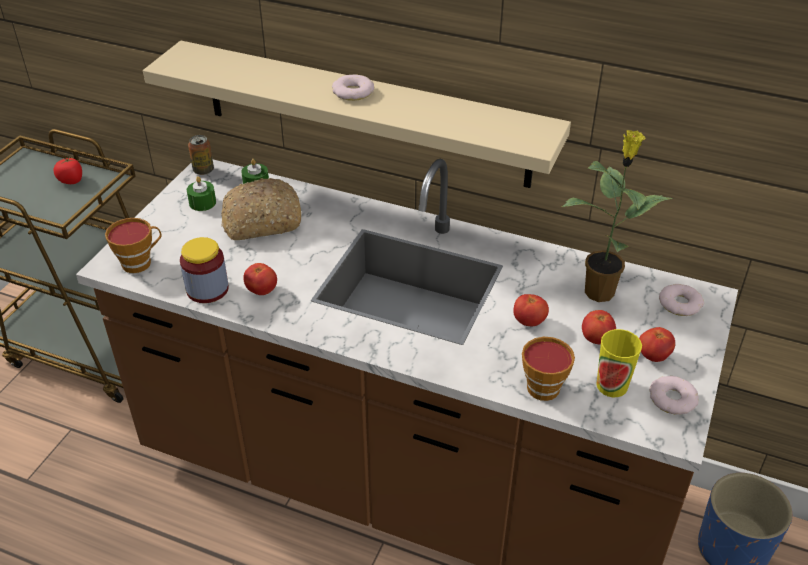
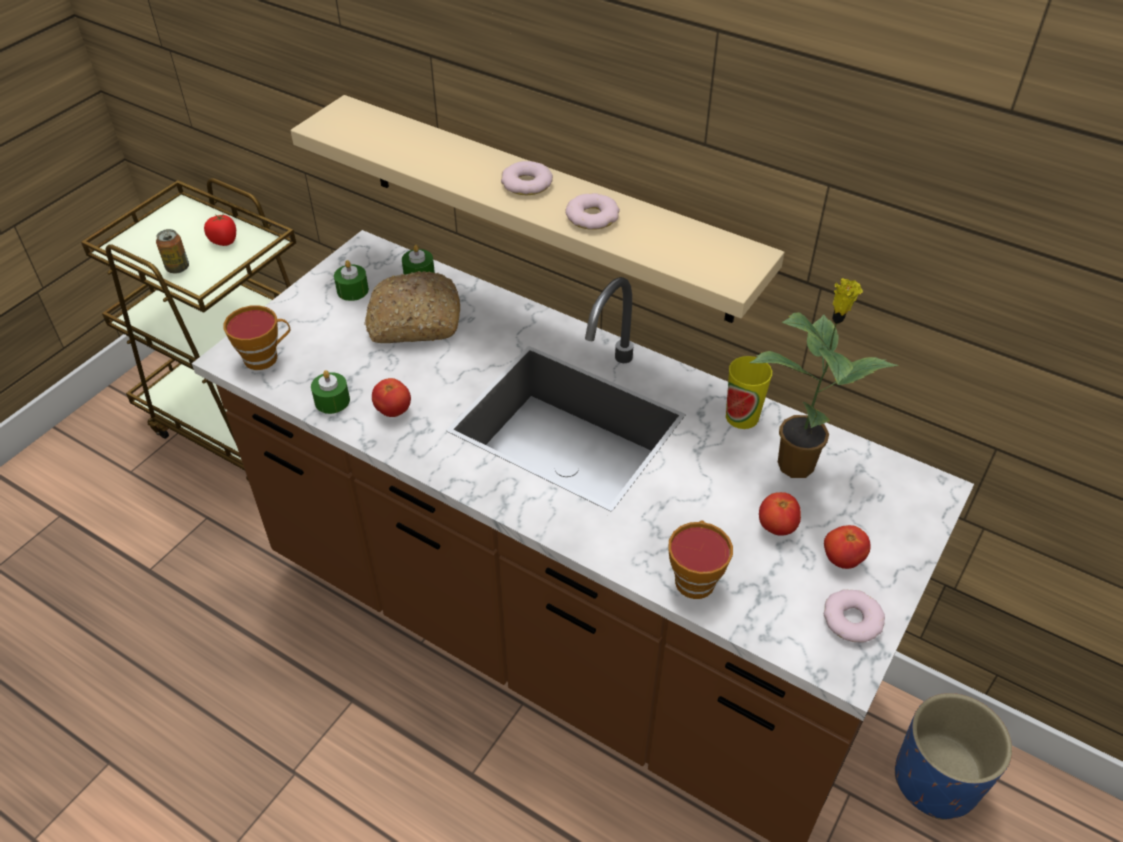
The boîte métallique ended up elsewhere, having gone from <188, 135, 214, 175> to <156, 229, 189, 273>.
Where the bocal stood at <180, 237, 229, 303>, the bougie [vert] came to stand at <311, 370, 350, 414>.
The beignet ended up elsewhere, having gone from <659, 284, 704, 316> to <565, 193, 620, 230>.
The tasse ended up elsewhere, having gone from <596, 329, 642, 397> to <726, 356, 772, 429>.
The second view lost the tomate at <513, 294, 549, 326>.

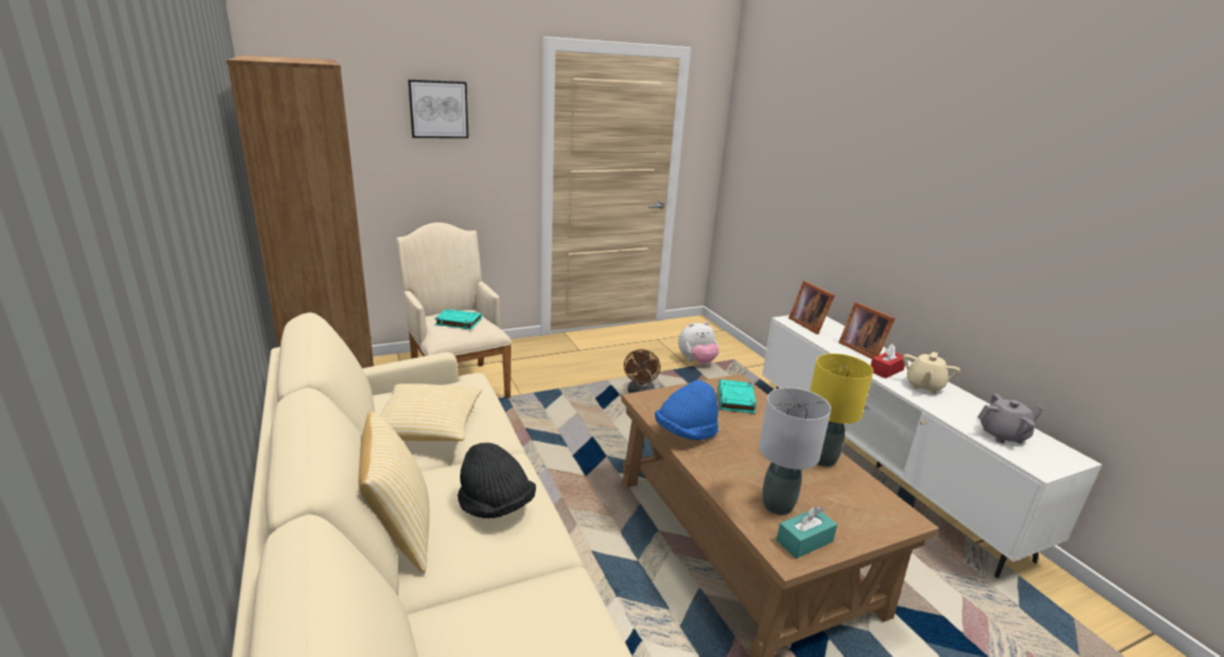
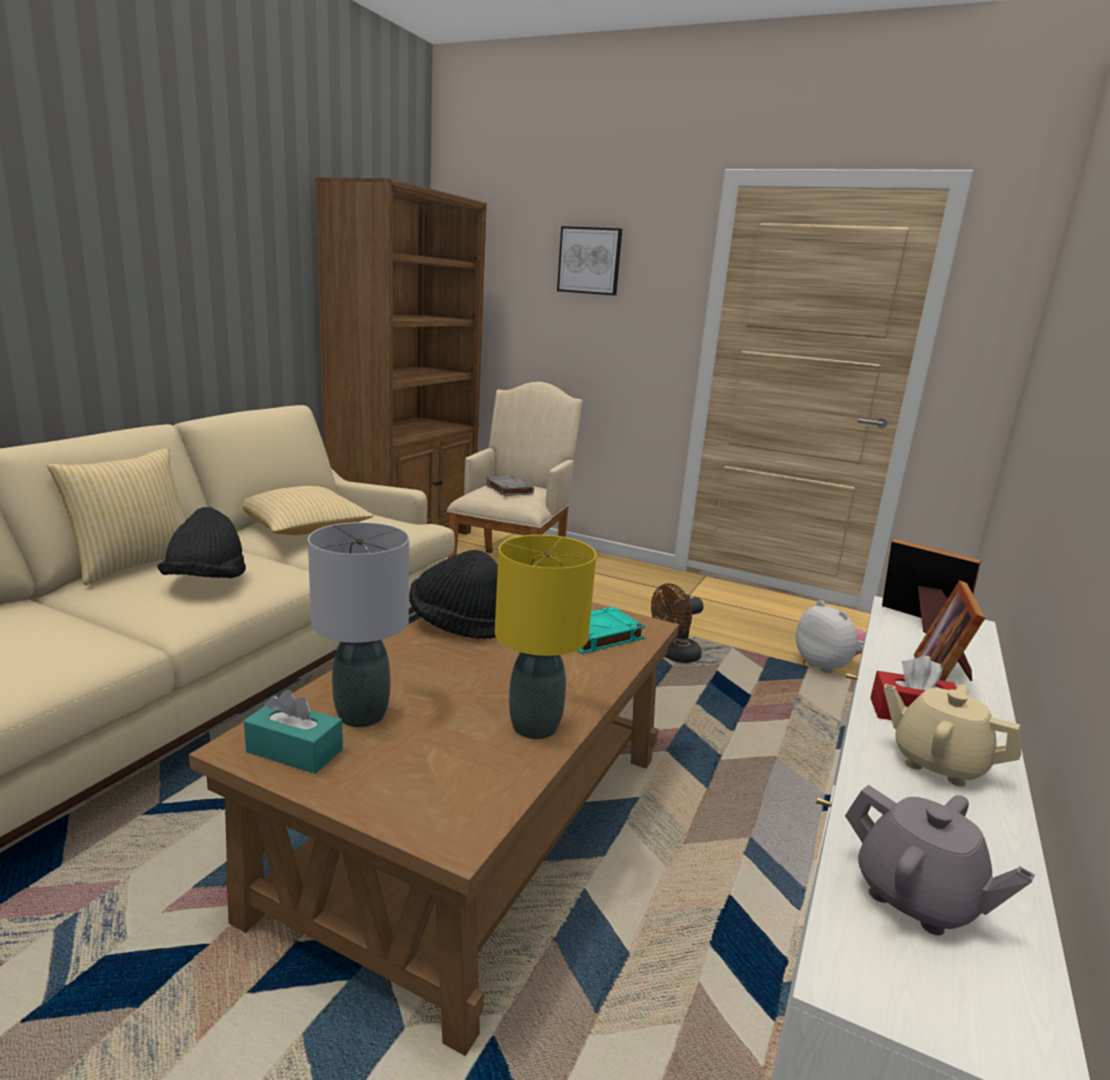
What was the chapeau [bleu] at <655, 380, 718, 440> turned into the chapeau [noir] at <409, 550, 498, 639>.
What was the livre [turquoise] at <435, 309, 482, 330> turned into the livre [gris] at <485, 476, 534, 496>.
The peluche at <678, 322, 719, 364> ended up facing another way, 150 degrees counterclockwise from before.
The cadre photo at <789, 281, 835, 334> ended up facing another way, 105 degrees clockwise from before.
The théière [beige] at <903, 352, 960, 394> ended up facing another way, 45 degrees clockwise from before.

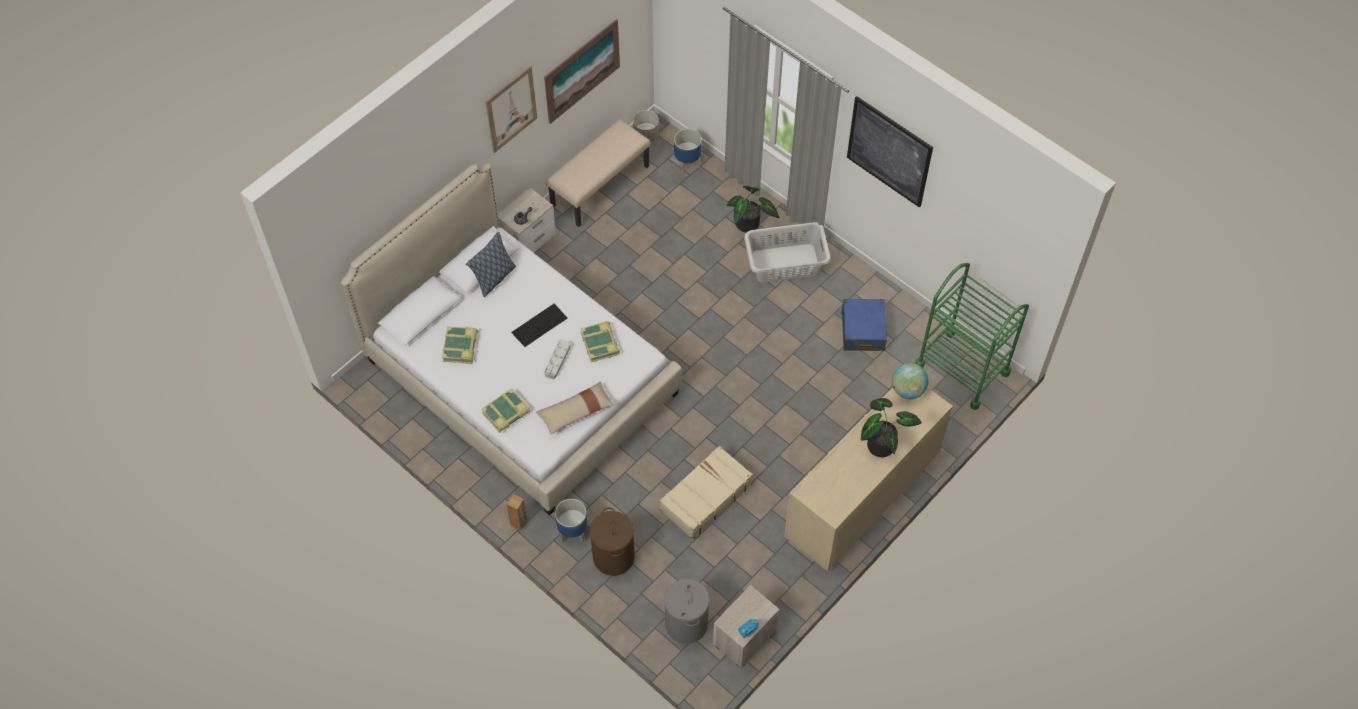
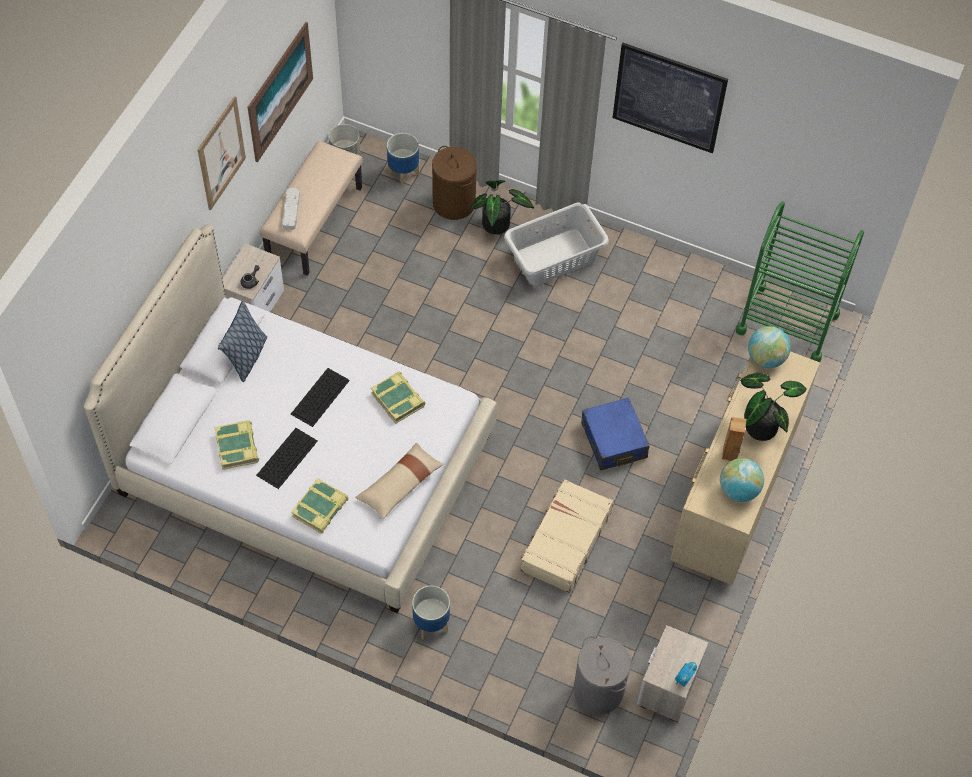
The second view gained the clavier at <256, 428, 318, 489>.
The plateau [gris] ended up elsewhere, having gone from <545, 340, 570, 379> to <282, 188, 300, 230>.
The panier à linge [marron] ended up elsewhere, having gone from <590, 508, 635, 576> to <432, 146, 477, 220>.
The valise [bleu] ended up elsewhere, having gone from <841, 299, 887, 351> to <581, 397, 650, 470>.
The second view gained the globe at <720, 458, 764, 502>.
The enceinte [marron] ended up elsewhere, having gone from <506, 494, 527, 530> to <722, 417, 746, 461>.

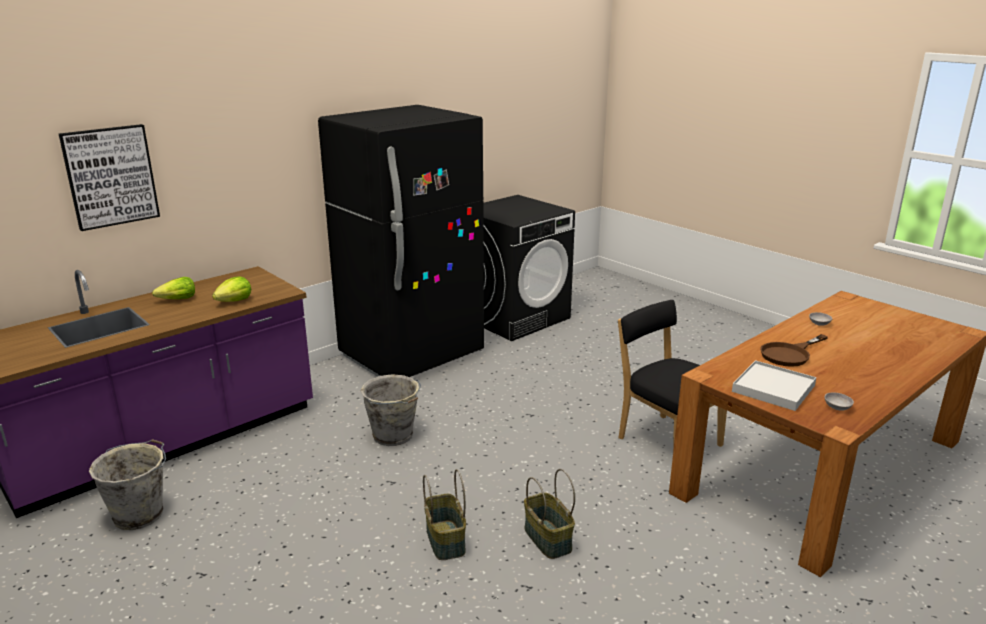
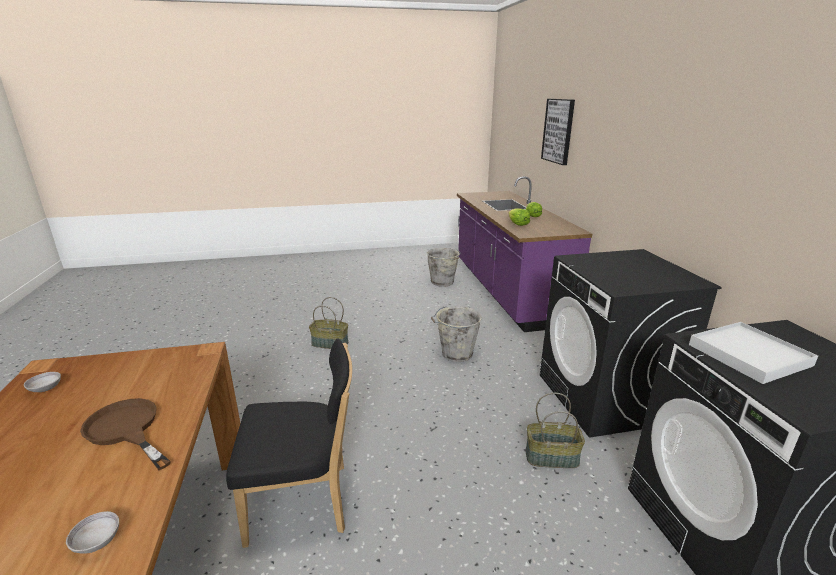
The poêle [marron] at <760, 334, 828, 367> ended up facing another way, 45 degrees counterclockwise from before.
The panier ended up elsewhere, having gone from <524, 469, 575, 559> to <525, 393, 585, 468>.
Where the réfrigérateur [noir] stood at <318, 105, 484, 377>, the lave-linge [noir] came to stand at <540, 249, 722, 438>.
The plateau [blanc] ended up elsewhere, having gone from <732, 360, 816, 411> to <689, 322, 818, 384>.

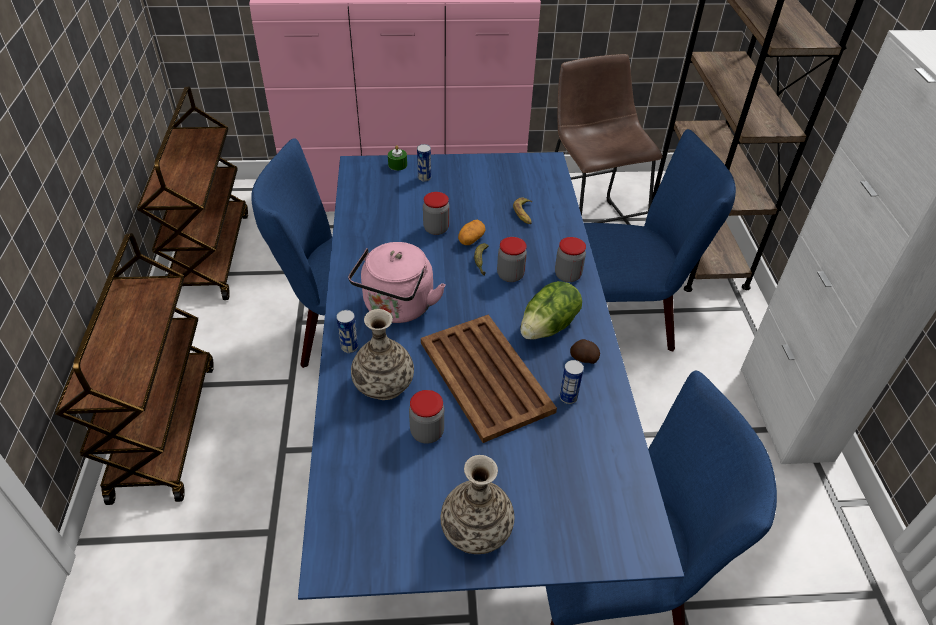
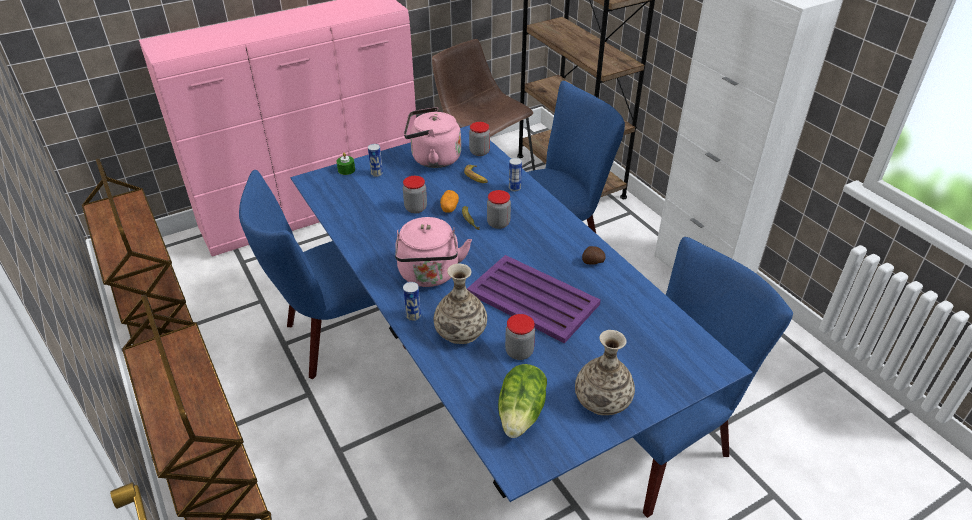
The second view gained the bouilloire [rose] at <404, 107, 461, 168>.
What was the plateau [marron] at <421, 314, 557, 443> turned into the plateau [violet] at <467, 255, 601, 344>.
The bocal ended up elsewhere, having gone from <555, 237, 586, 282> to <469, 122, 490, 156>.
The laitue ended up elsewhere, having gone from <521, 281, 582, 340> to <498, 364, 547, 438>.
The boîte métallique ended up elsewhere, having gone from <559, 360, 584, 404> to <509, 158, 522, 192>.

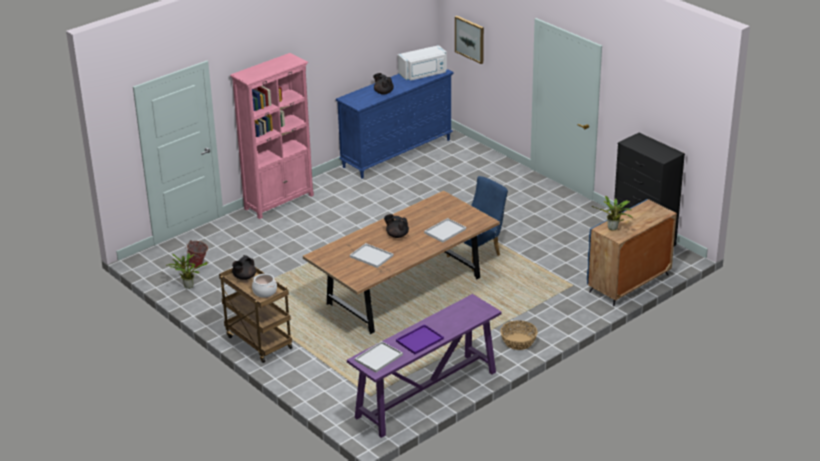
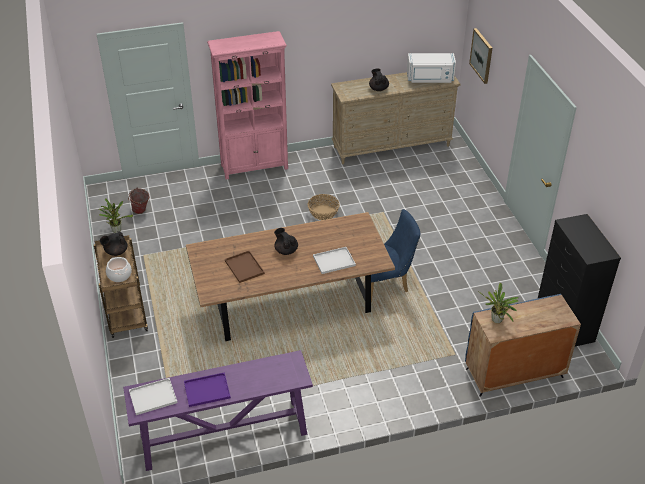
What was the plateau [blanc] at <350, 243, 393, 268> turned into the plateau [marron] at <225, 251, 265, 283>.
The panier ended up elsewhere, having gone from <500, 320, 538, 350> to <308, 194, 340, 220>.
What was the commode [bleu] at <336, 69, 454, 179> turned into the commode [beige] at <331, 72, 461, 164>.

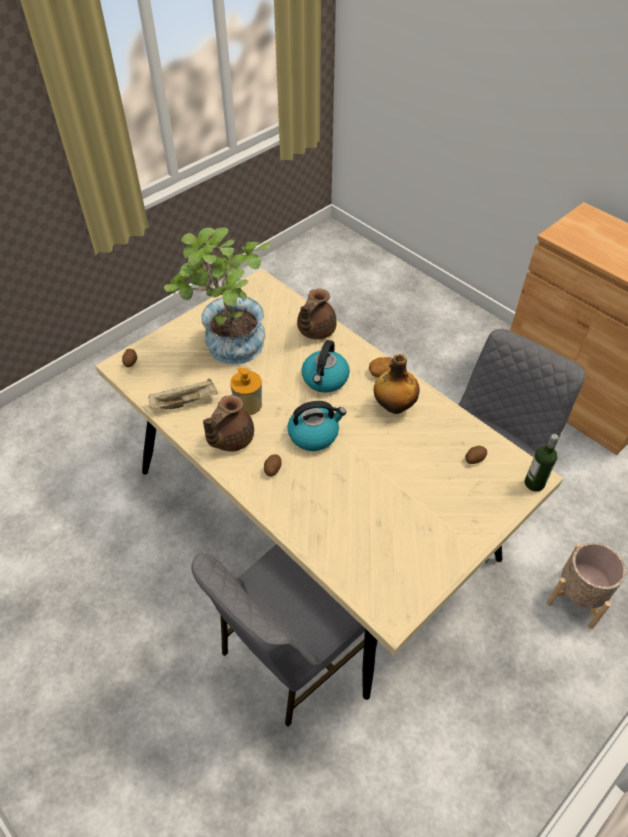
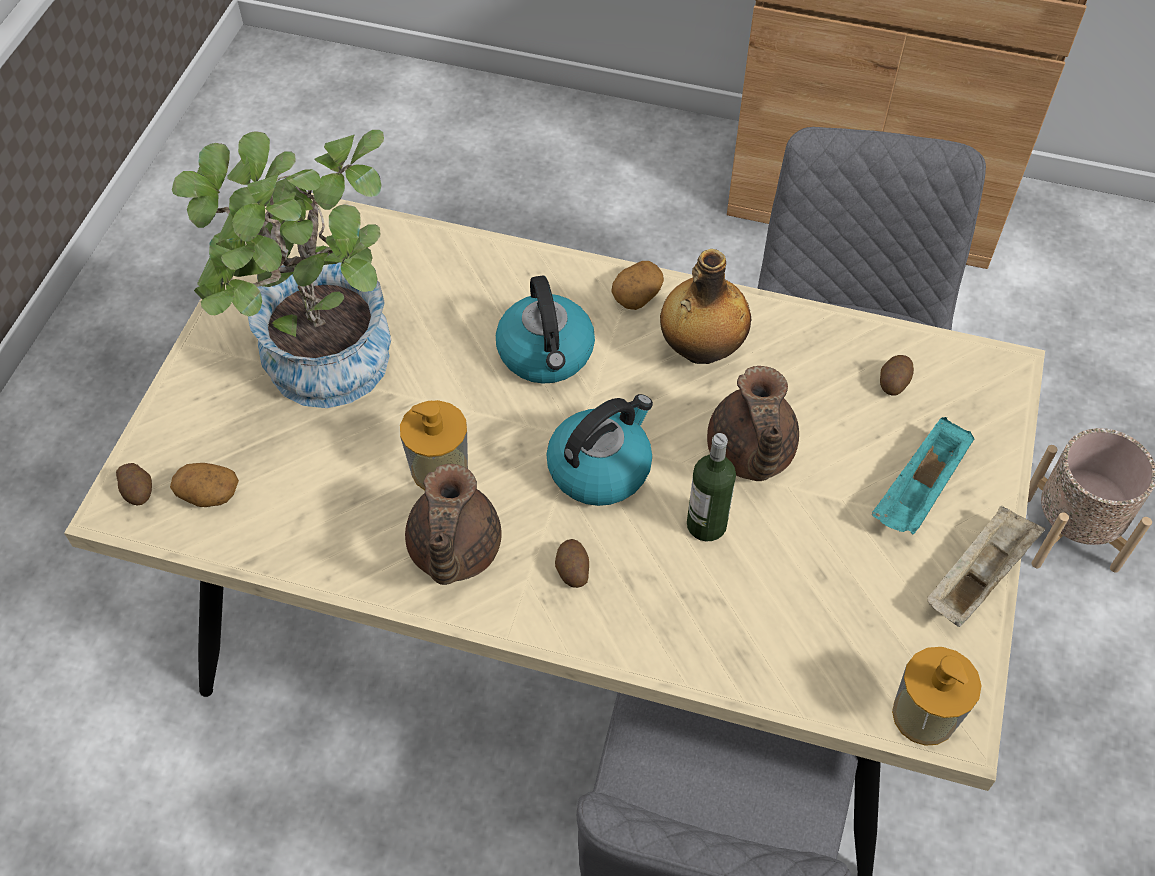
The second view gained the pomme de terre at <170, 463, 239, 507>.
The bouteille ended up elsewhere, having gone from <524, 434, 558, 492> to <687, 433, 736, 541>.
The théière [marron] ended up elsewhere, having gone from <297, 288, 337, 340> to <707, 366, 799, 481>.
The second view gained the plateau [turquoise] at <872, 417, 974, 535>.
The second view gained the distributeur de savon at <892, 647, 982, 746>.
The plateau [beige] ended up elsewhere, having gone from <148, 379, 218, 409> to <927, 506, 1045, 627>.

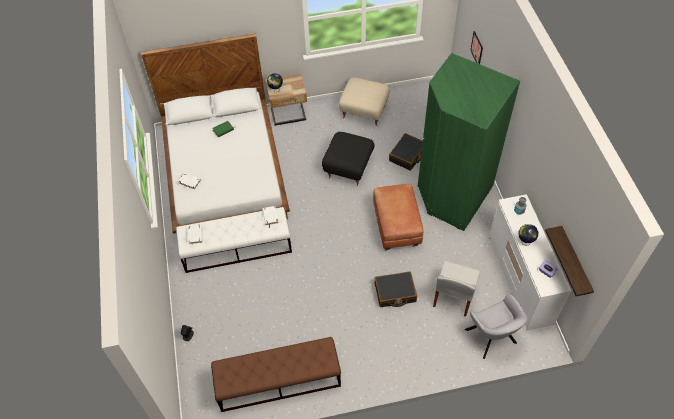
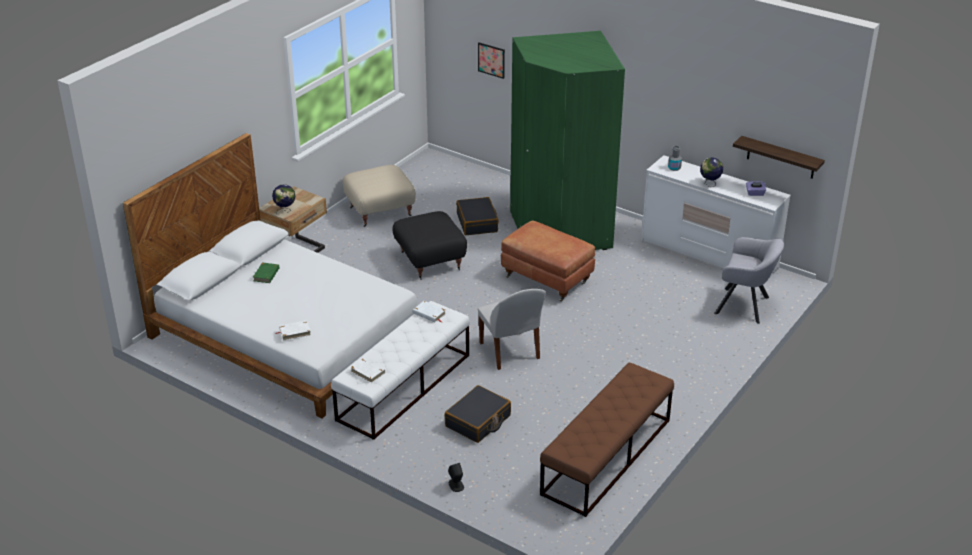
The valise [noir] ended up elsewhere, having gone from <374, 271, 417, 307> to <445, 385, 511, 443>.
The chaise [blanc] ended up elsewhere, having gone from <433, 261, 480, 317> to <478, 289, 546, 370>.

